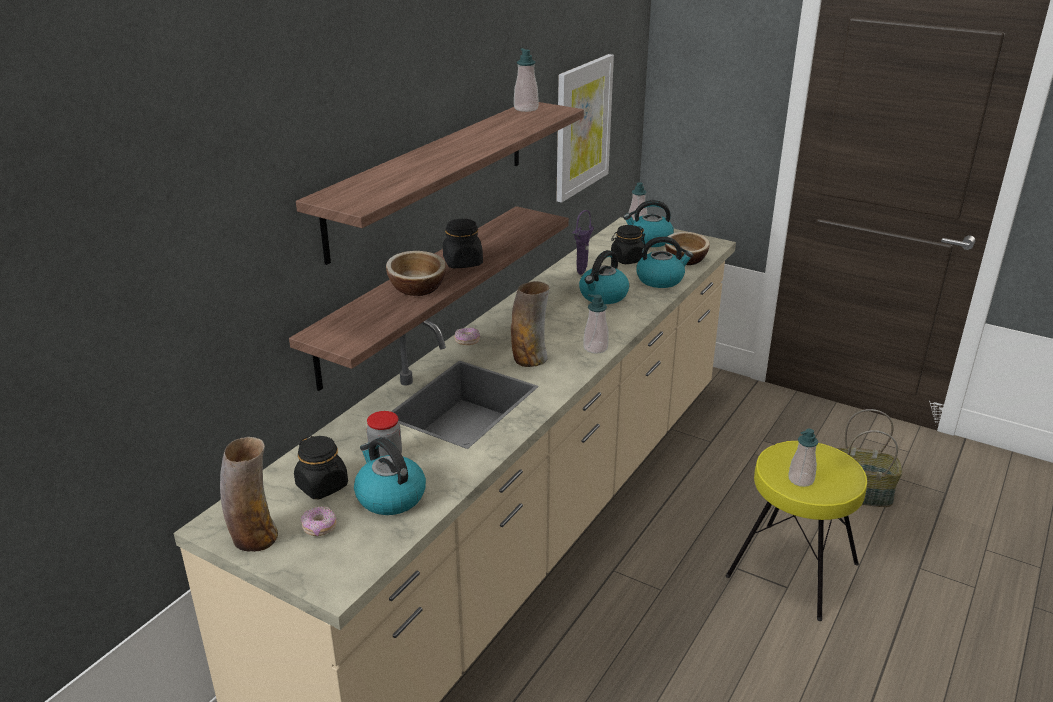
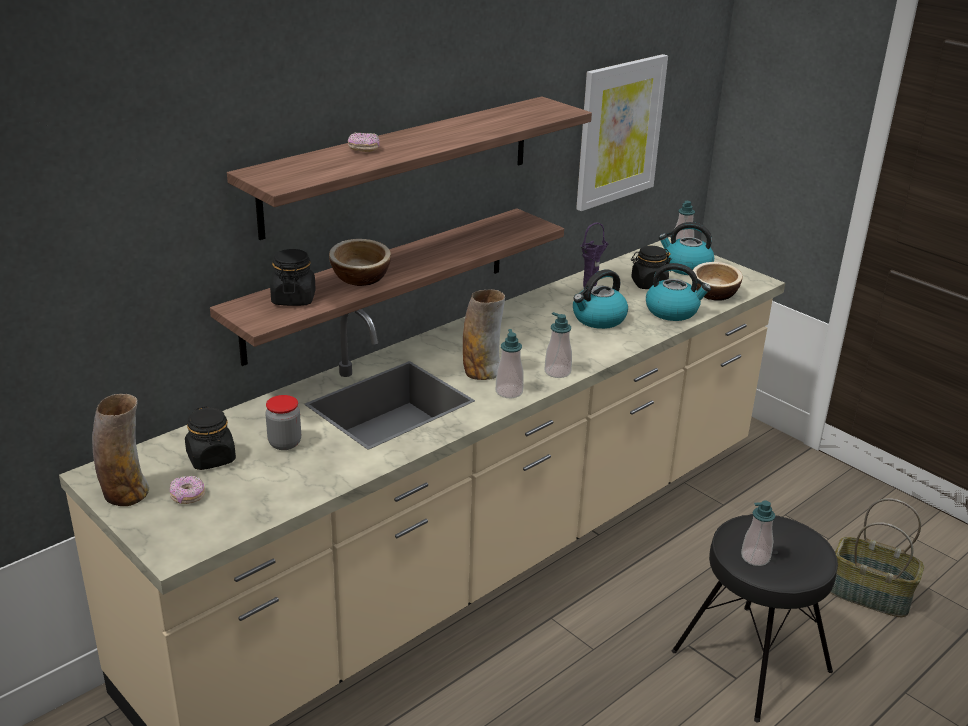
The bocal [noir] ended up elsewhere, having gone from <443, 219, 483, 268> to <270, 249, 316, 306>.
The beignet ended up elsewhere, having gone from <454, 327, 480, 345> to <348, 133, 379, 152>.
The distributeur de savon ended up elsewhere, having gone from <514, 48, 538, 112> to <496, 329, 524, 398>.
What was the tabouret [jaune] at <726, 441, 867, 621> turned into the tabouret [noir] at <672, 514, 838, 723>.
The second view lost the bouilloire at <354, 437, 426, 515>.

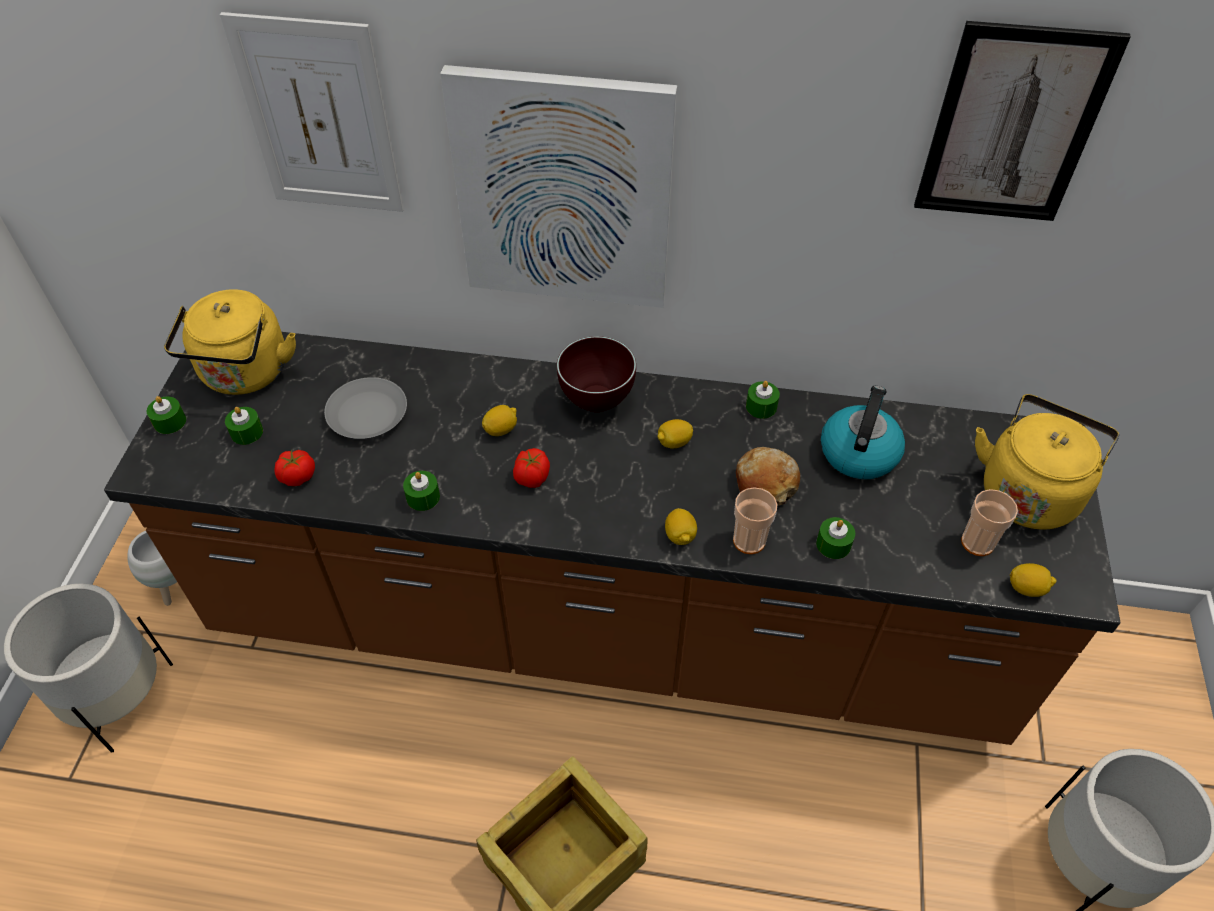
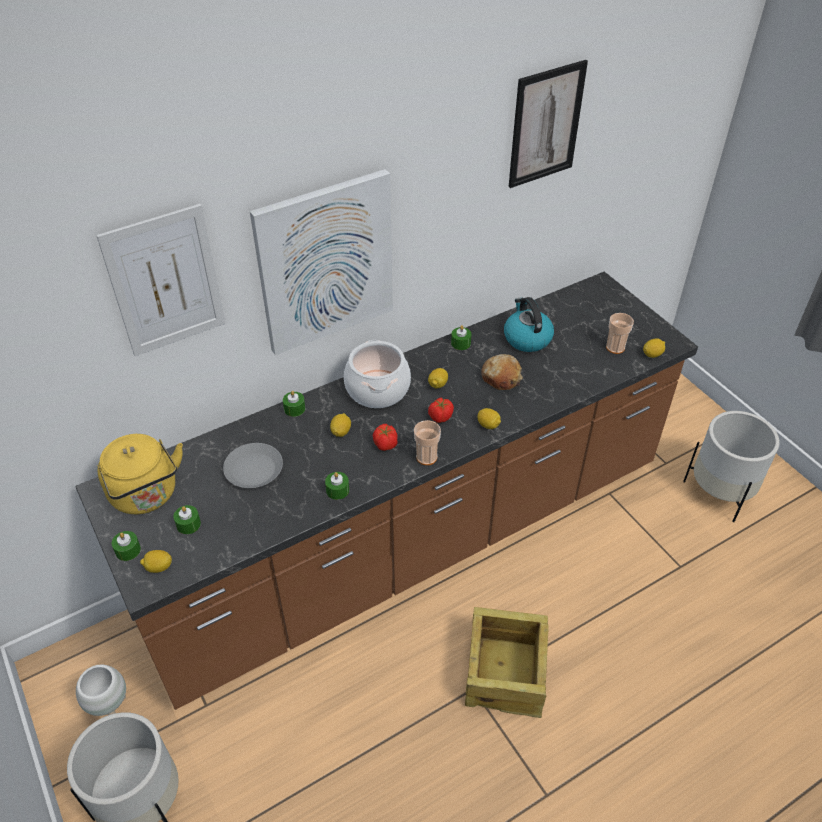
The second view gained the citron at <140, 550, 172, 573>.
The bougie [vert] ended up elsewhere, having gone from <816, 517, 855, 559> to <283, 391, 305, 417>.
Where the bol [marron] stood at <557, 336, 636, 412>, the marmite came to stand at <344, 340, 411, 408>.
The tasse ended up elsewhere, having gone from <733, 487, 777, 554> to <414, 420, 441, 465>.
The tomate ended up elsewhere, having gone from <274, 449, 315, 486> to <428, 398, 454, 423>.
The second view lost the bouilloire [jaune] at <975, 394, 1120, 529>.

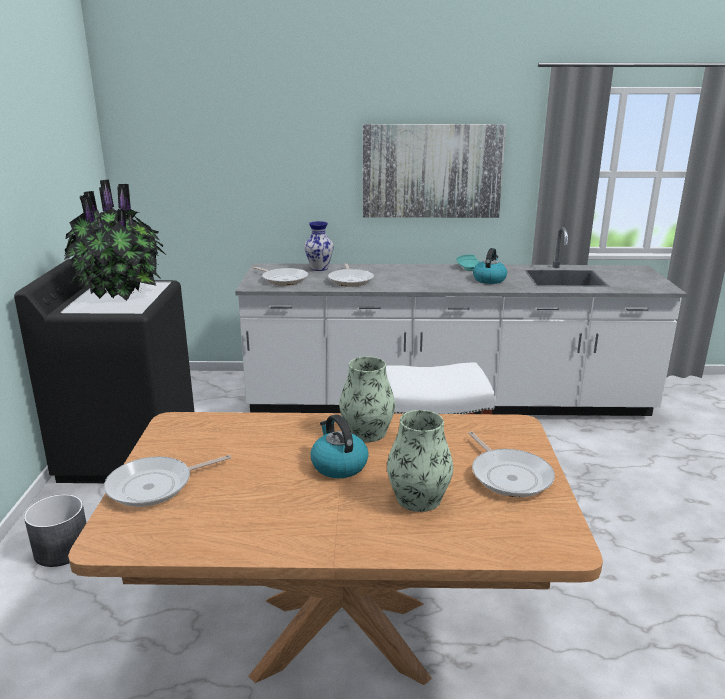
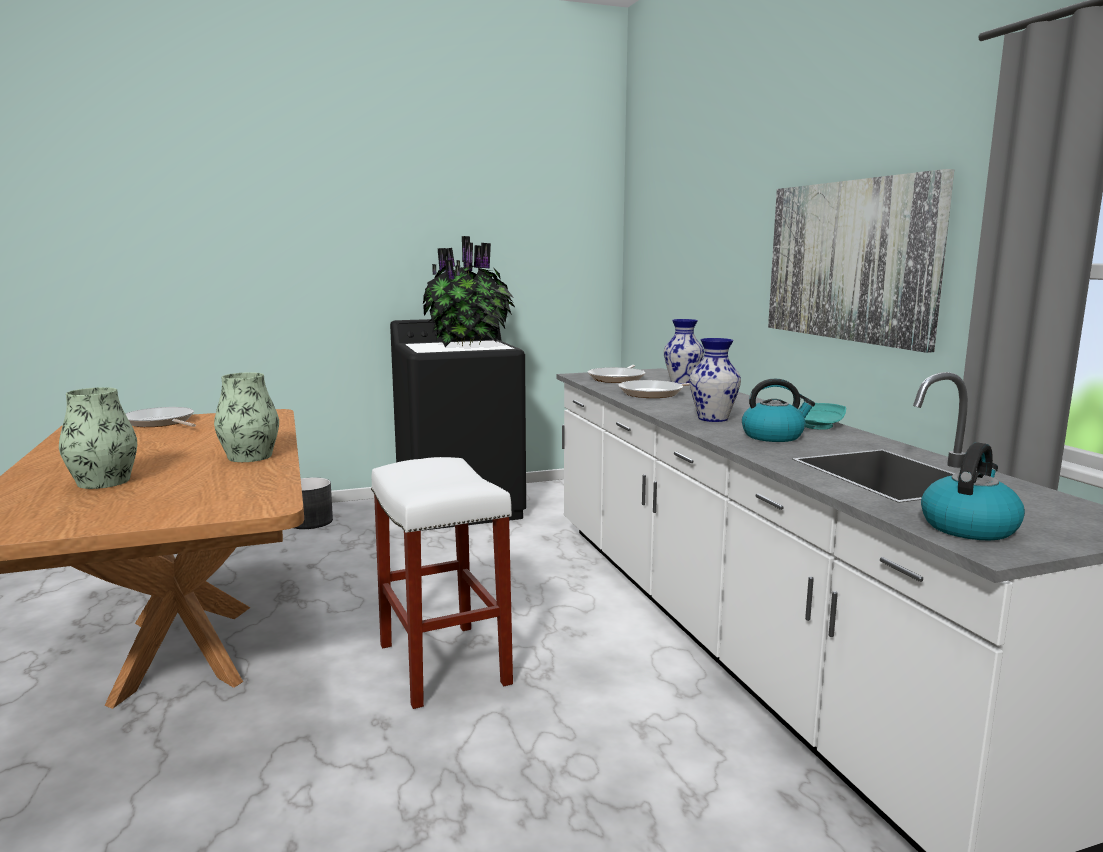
The second view gained the vase at <689, 338, 741, 422>.
The bouilloire ended up elsewhere, having gone from <311, 414, 369, 478> to <921, 442, 1025, 540>.
The second view lost the poêle at <468, 431, 555, 497>.

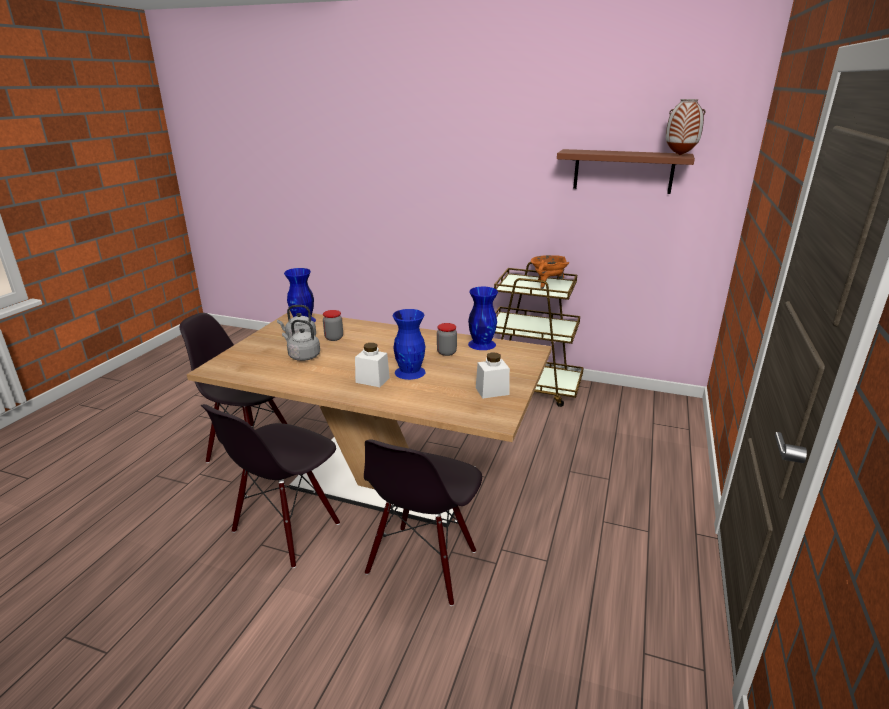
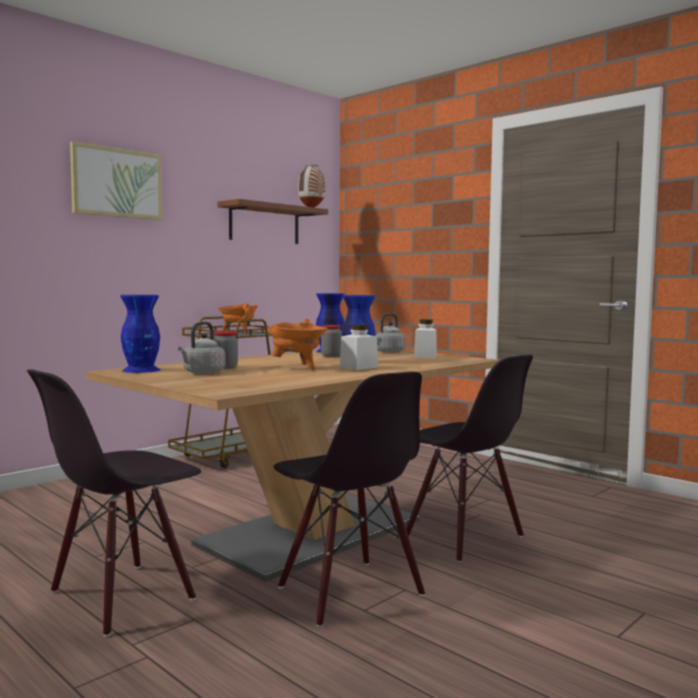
The second view gained the tableau at <70, 141, 162, 220>.
The second view gained the marmite [orange] at <266, 318, 327, 370>.
The bouilloire [gris] ended up elsewhere, having gone from <282, 320, 320, 361> to <375, 313, 406, 353>.

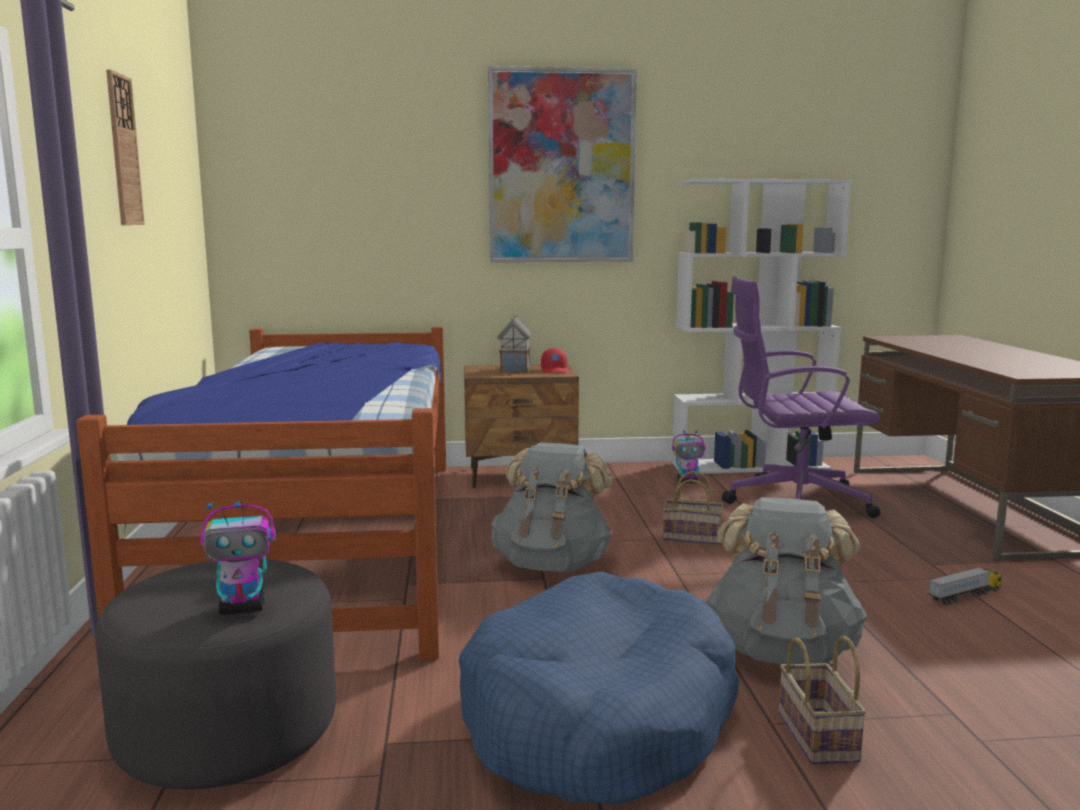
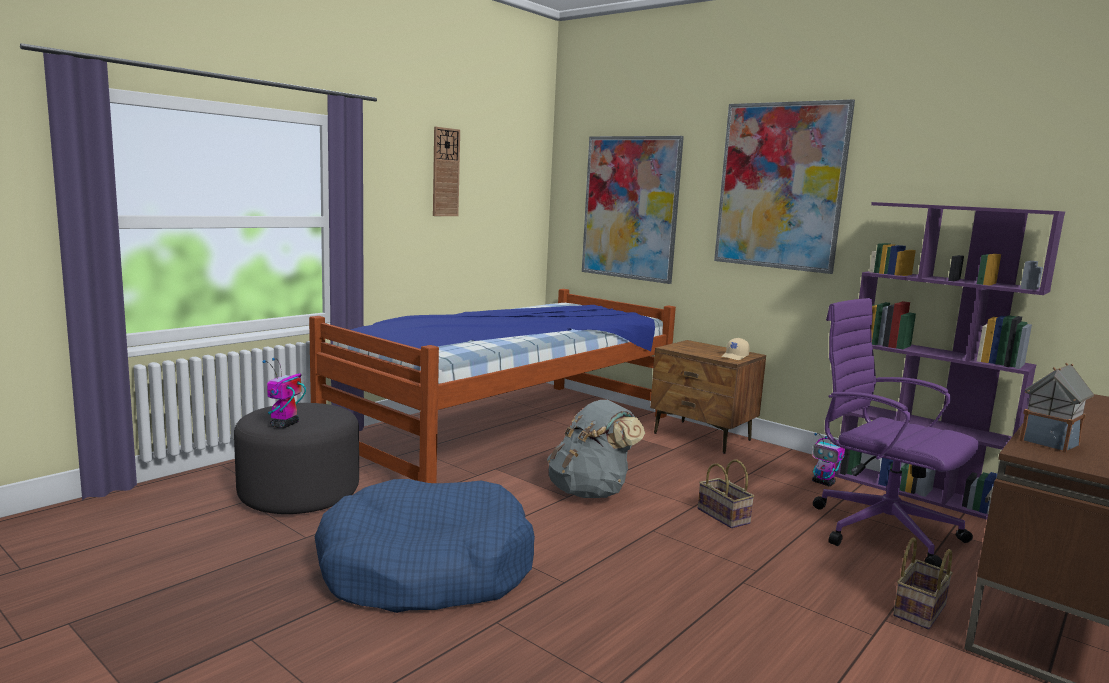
The robot jouet at <200, 501, 276, 615> ended up facing another way, 75 degrees clockwise from before.
The second view gained the tableau at <582, 136, 684, 284>.
What was the casquette [rouge] at <541, 348, 568, 373> turned into the casquette [beige] at <721, 338, 749, 360>.
What was the bibliothèque [blanc] at <672, 178, 852, 474> turned into the bibliothèque [violet] at <835, 202, 1065, 520>.
The panier ended up elsewhere, having gone from <779, 636, 867, 765> to <893, 537, 953, 629>.
The maison miniature ended up elsewhere, having gone from <497, 316, 532, 373> to <1020, 363, 1094, 453>.
The second view lost the sac à dos [gris] at <706, 497, 868, 664>.
The second view lost the camion jouet at <929, 567, 1002, 605>.

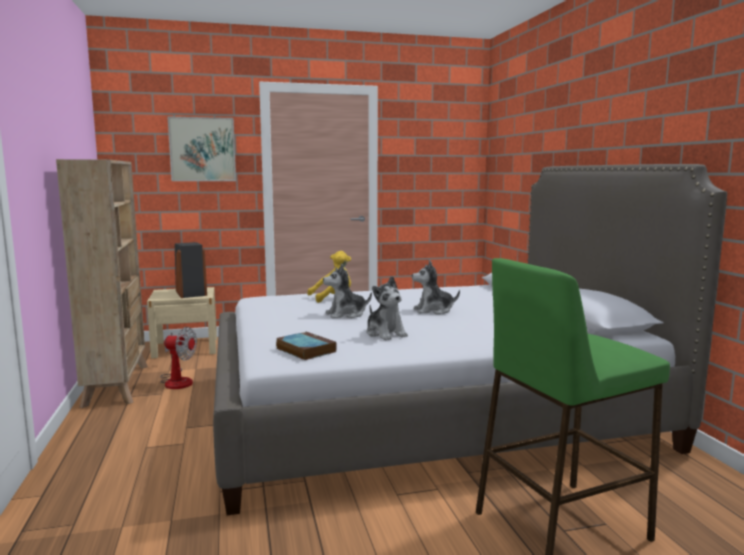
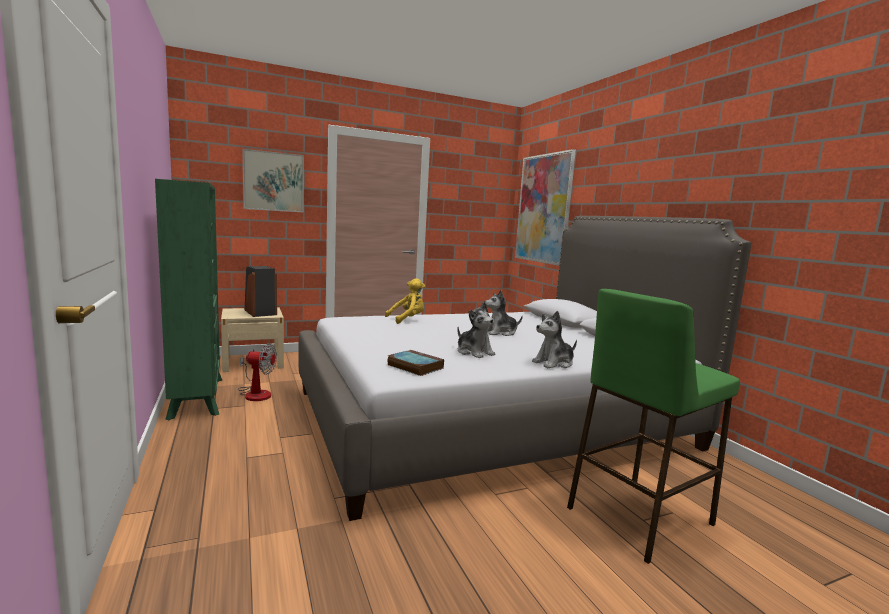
What was the bibliothèque [beige] at <56, 159, 148, 408> turned into the bibliothèque [vert] at <155, 179, 222, 420>.
The second view gained the tableau at <515, 149, 576, 266>.
The peluche ended up elsewhere, having gone from <323, 264, 372, 319> to <532, 311, 577, 368>.

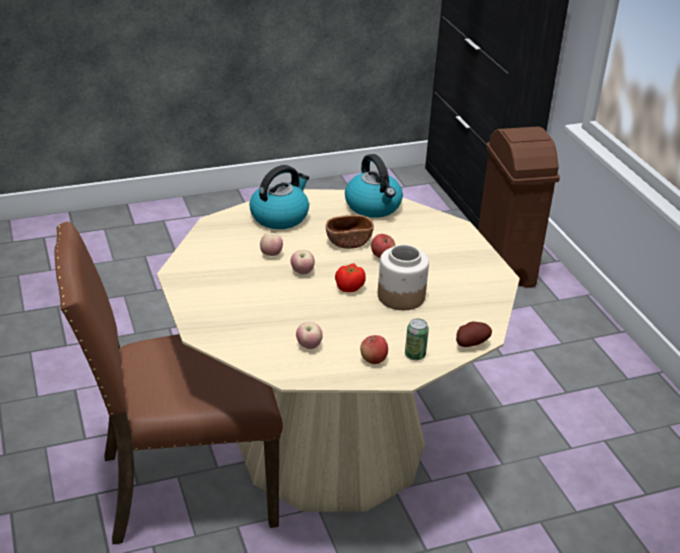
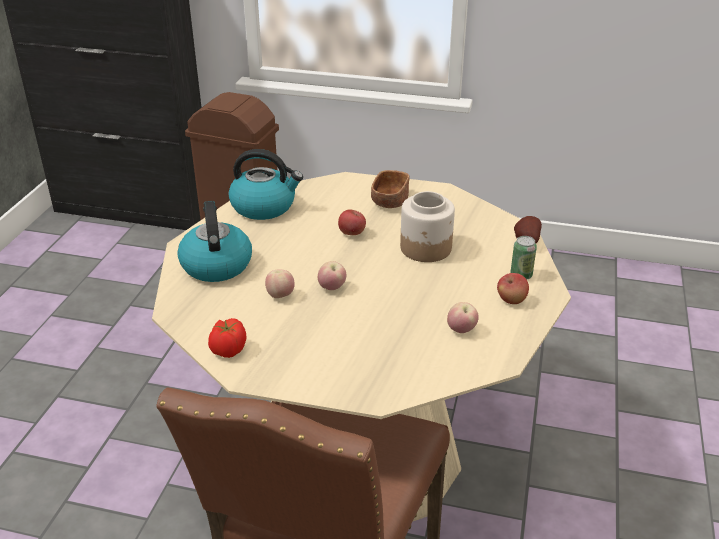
The tomate ended up elsewhere, having gone from <335, 263, 366, 292> to <208, 318, 247, 358>.
The bol [marron] ended up elsewhere, having gone from <326, 215, 374, 249> to <371, 170, 410, 208>.

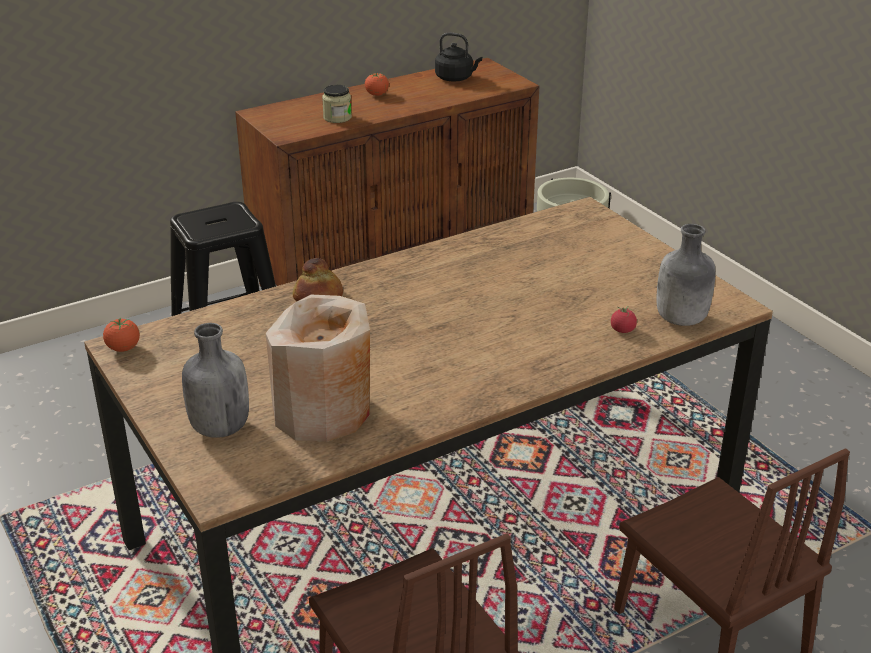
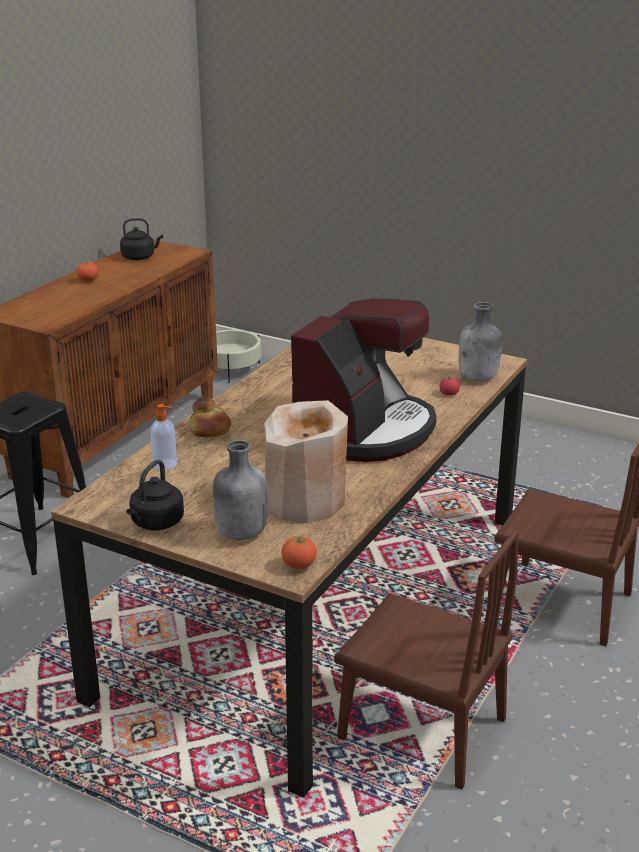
The second view gained the bouilloire [noir] at <126, 460, 184, 530>.
The second view gained the distributeur de savon at <150, 404, 177, 470>.
The tomate ended up elsewhere, having gone from <103, 317, 140, 352> to <281, 535, 317, 569>.
The second view gained the machine à café at <291, 298, 436, 462>.
The second view lost the bocal at <322, 85, 352, 123>.

